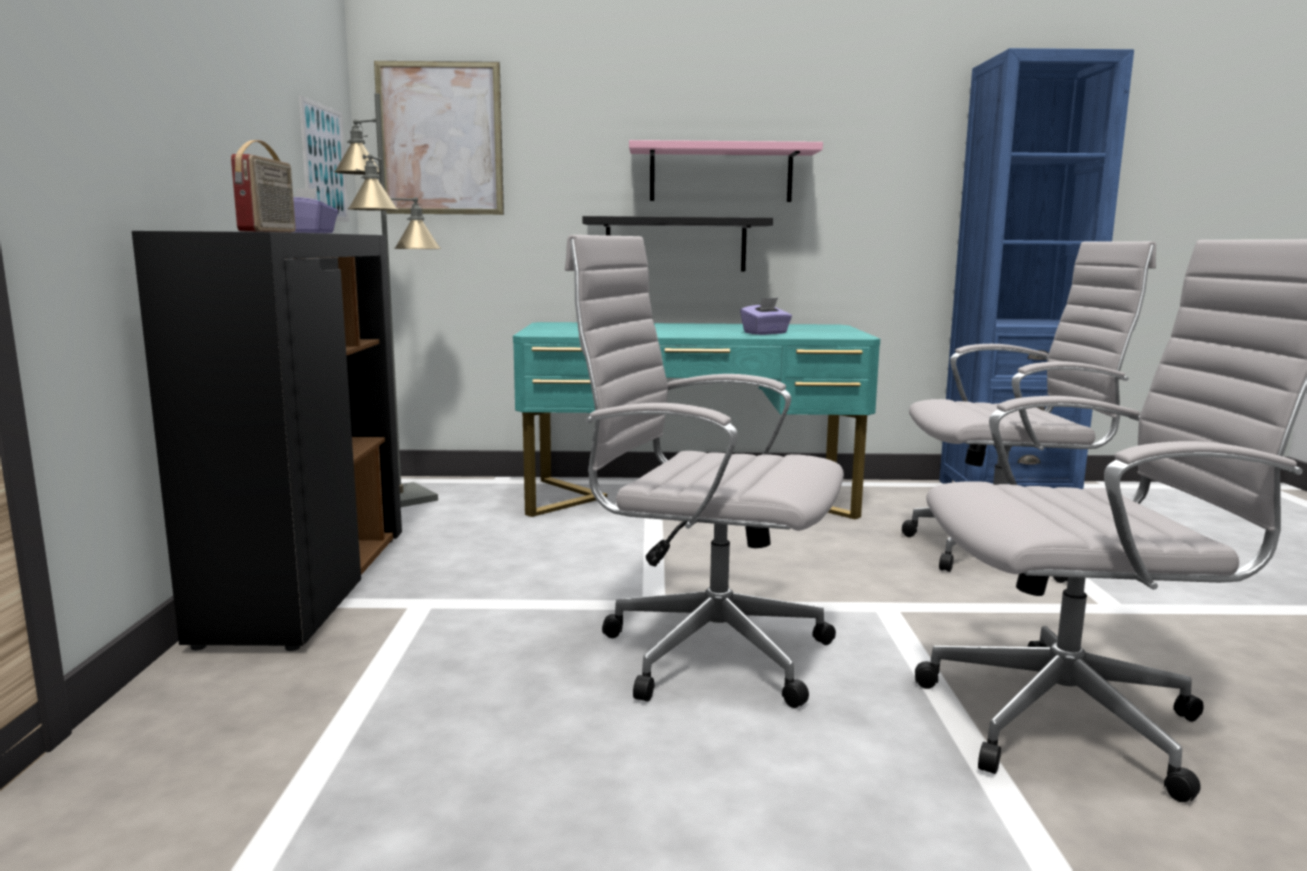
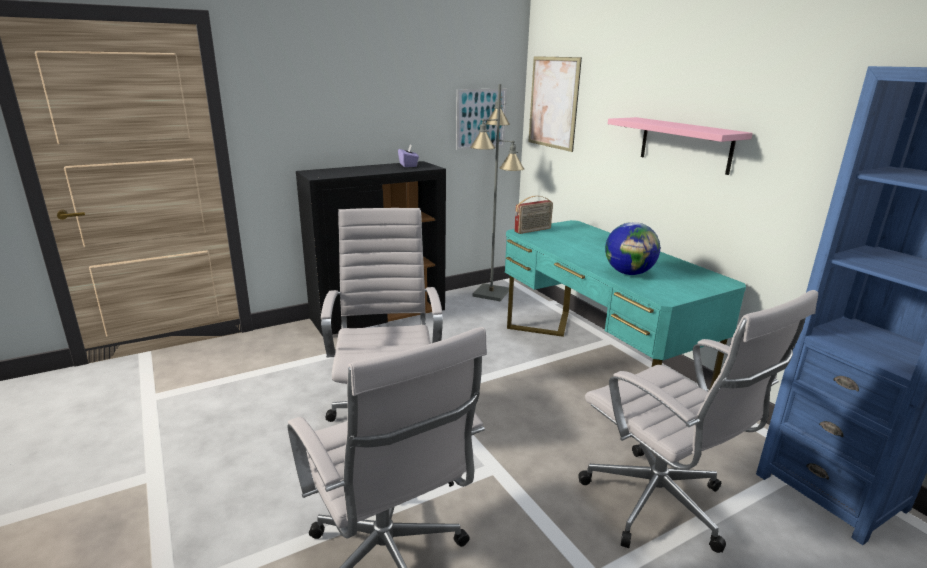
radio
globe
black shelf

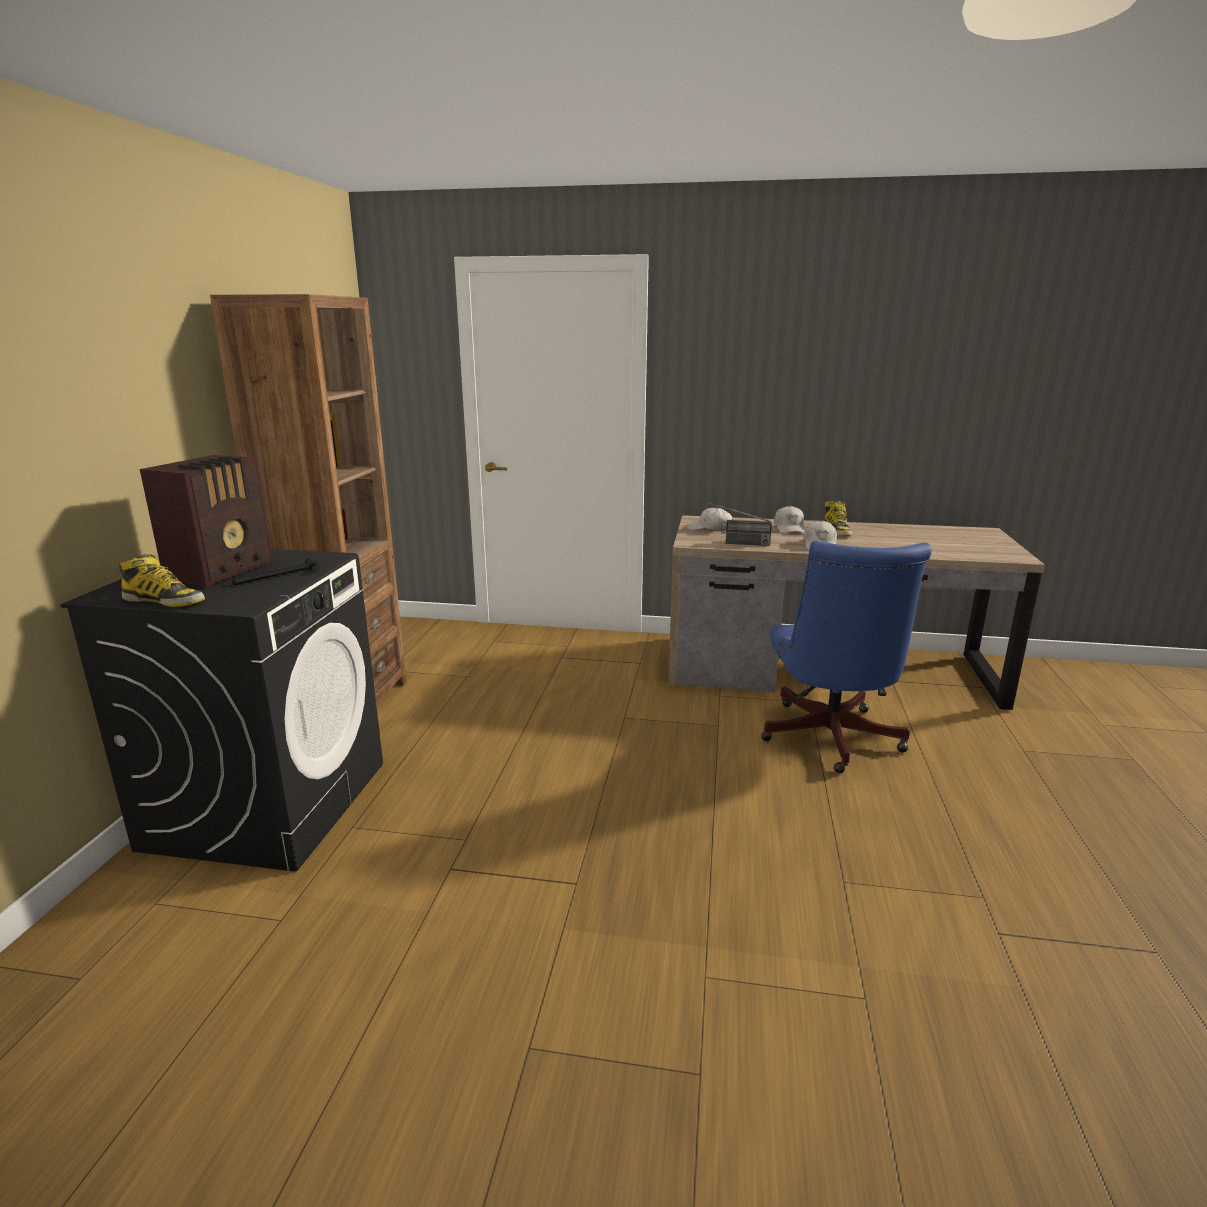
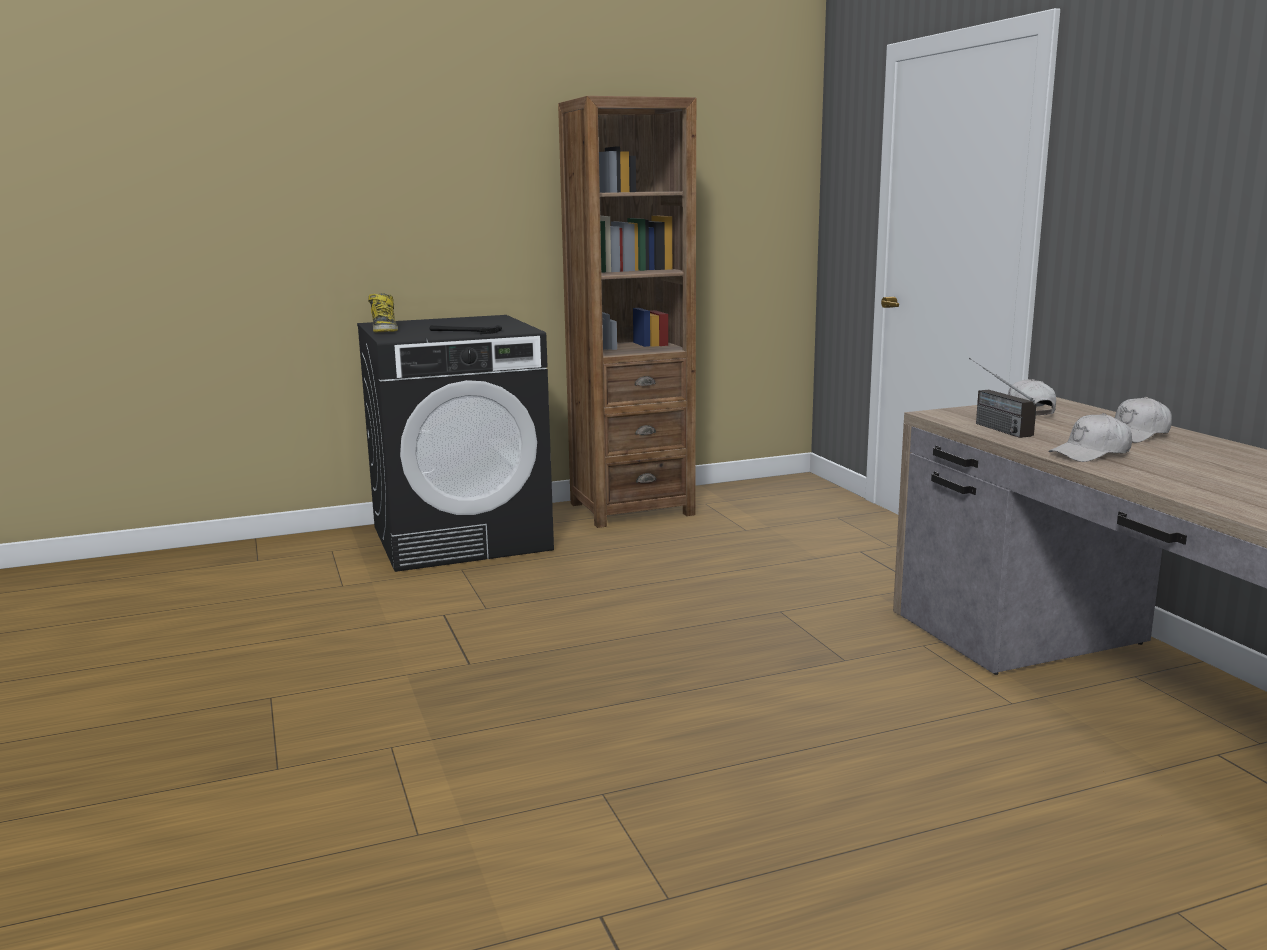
radio (1st from left in the first image)
blue office chair
boot (2nd from left in the first image)

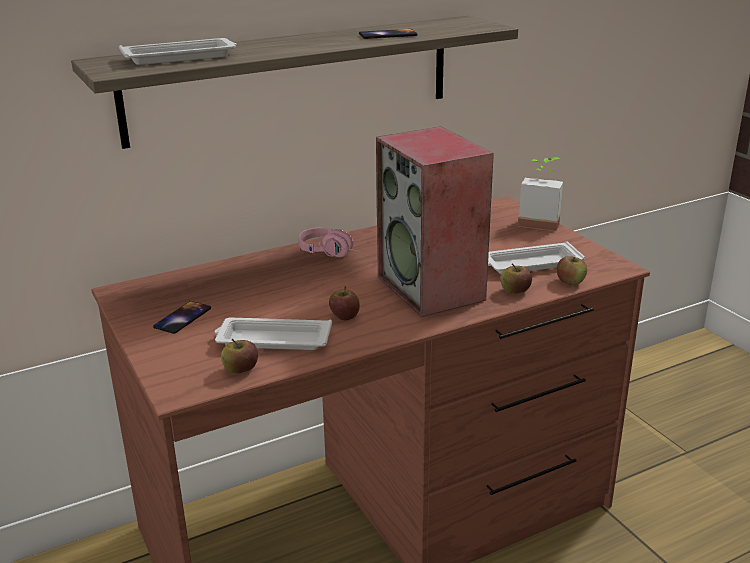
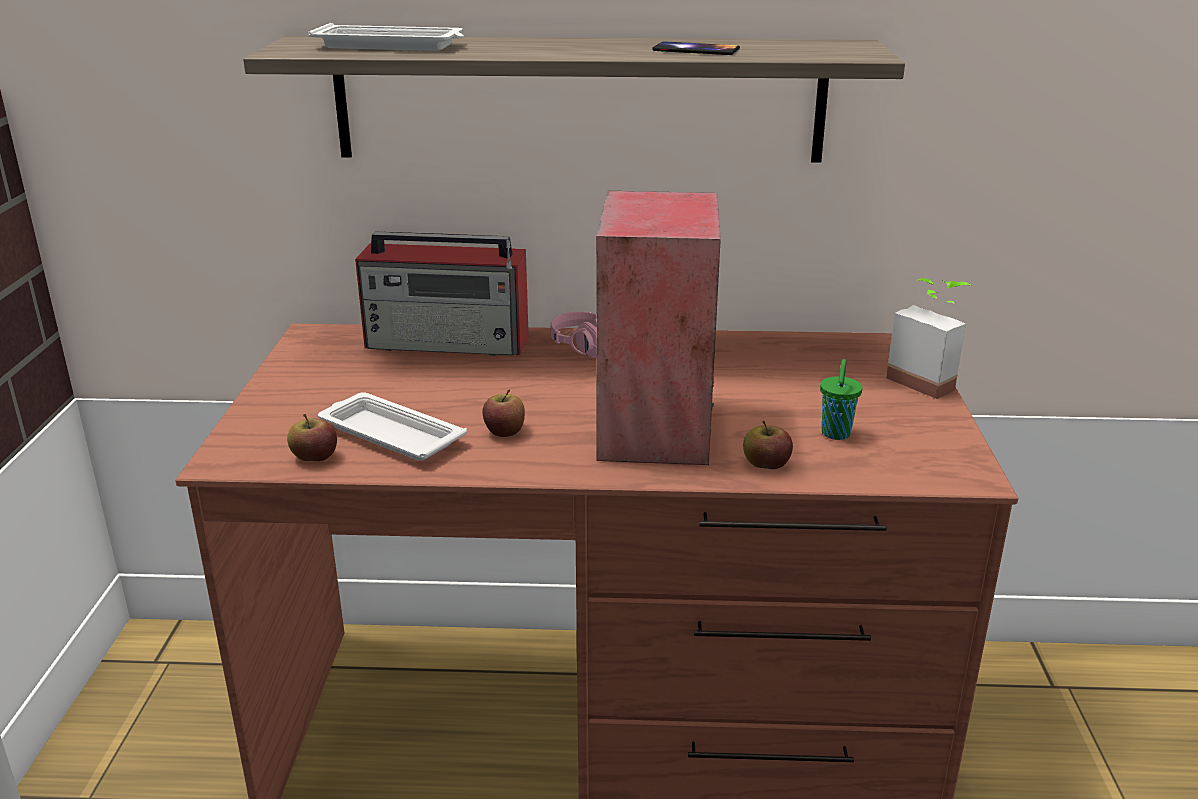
radio
green cup
phone (1st from left in the first image)
apple (4th from left in the first image)

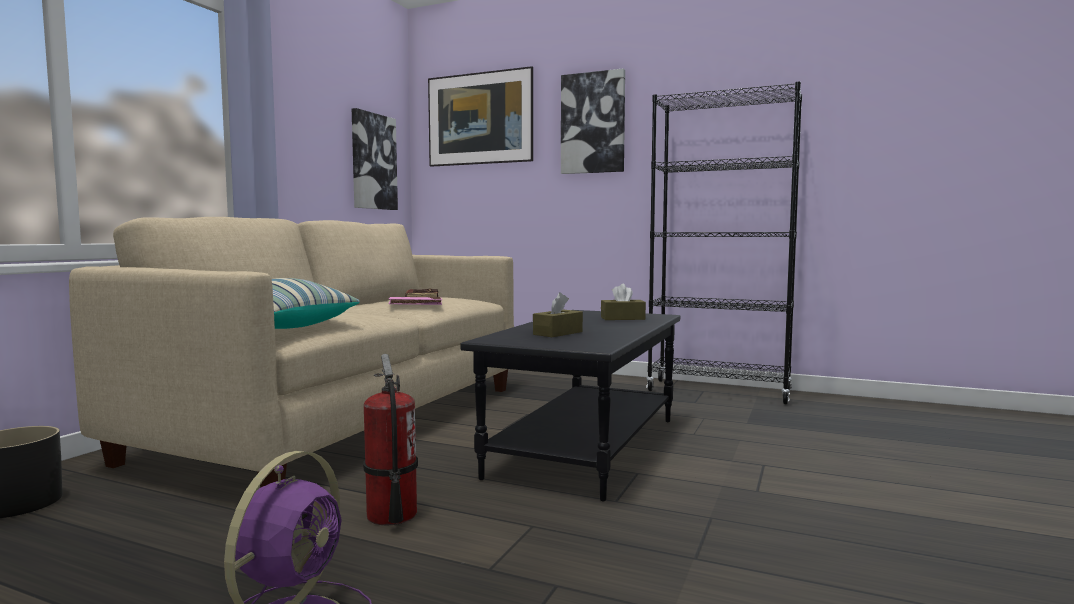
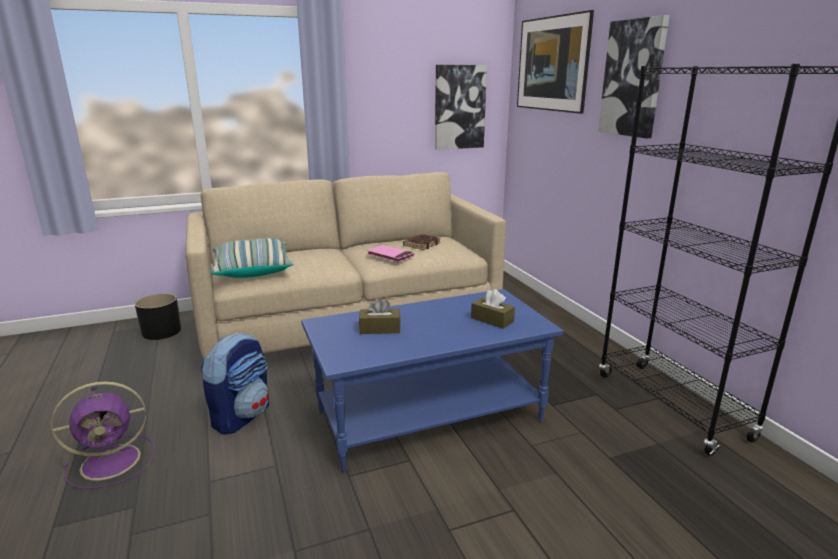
backpack
blue coffee table

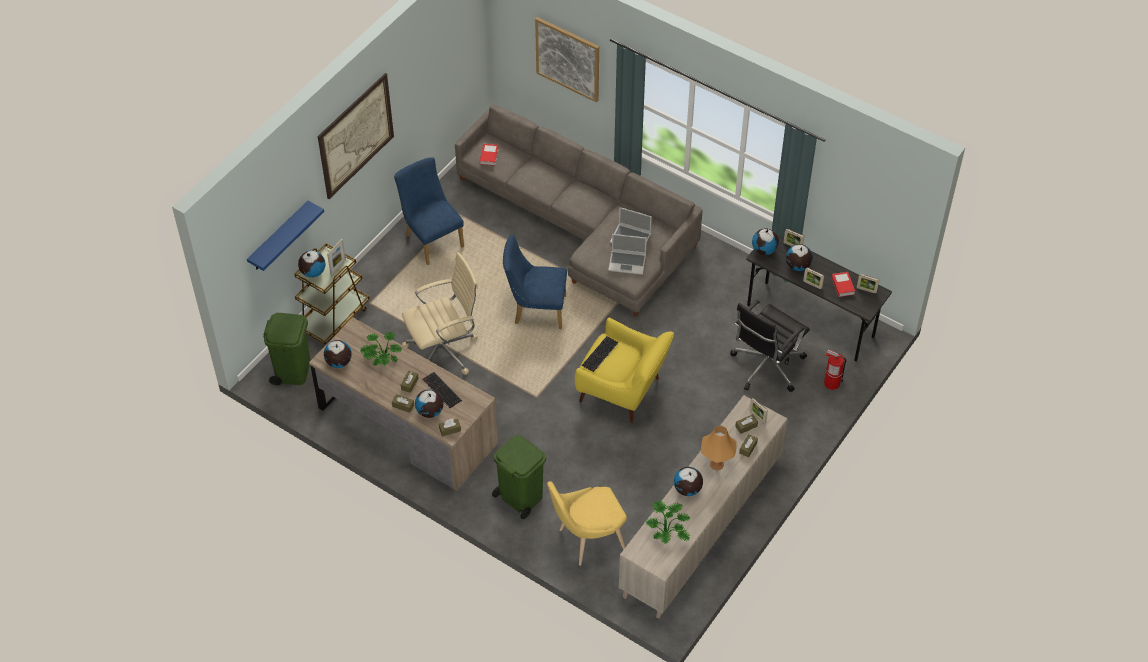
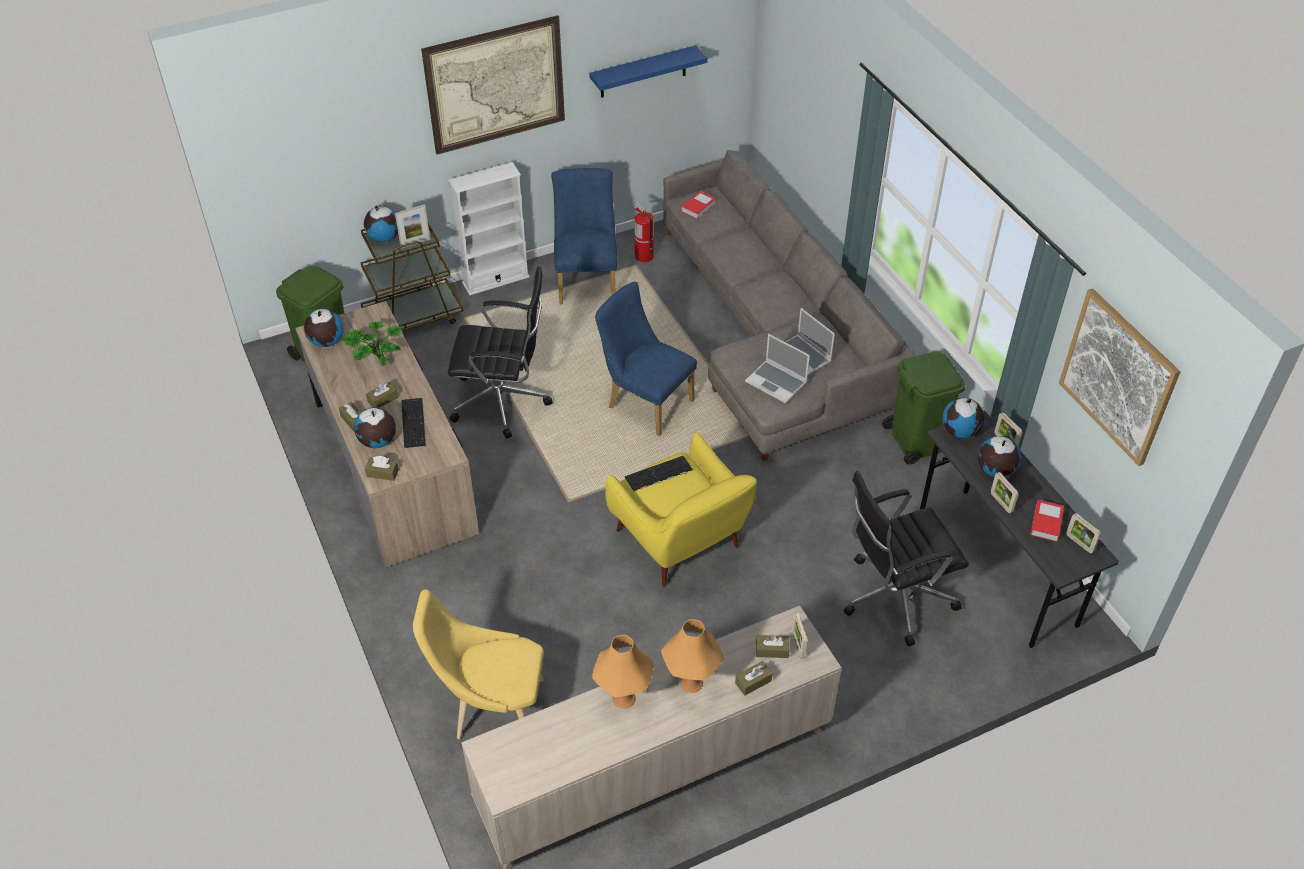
white bookcase
black office chair (1st from left)
blue shelf
orange table lamp (1st from left)
fire extinguisher
green trash can (2nd from left)
picture (2nd from left)
potted plant (2nd from left in the first image)

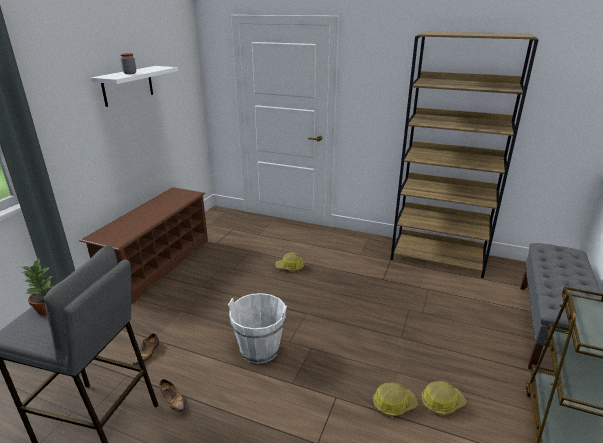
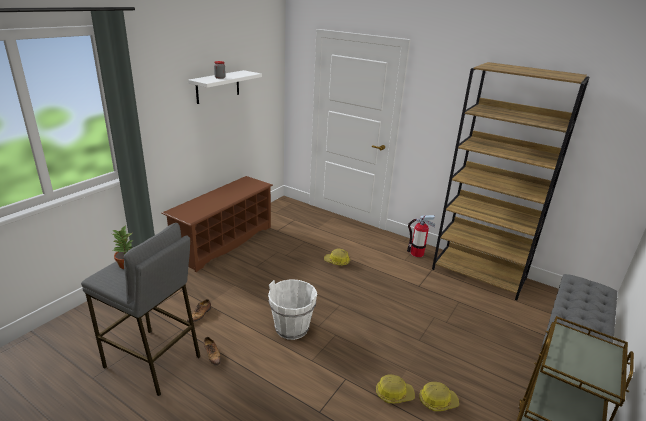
fire extinguisher

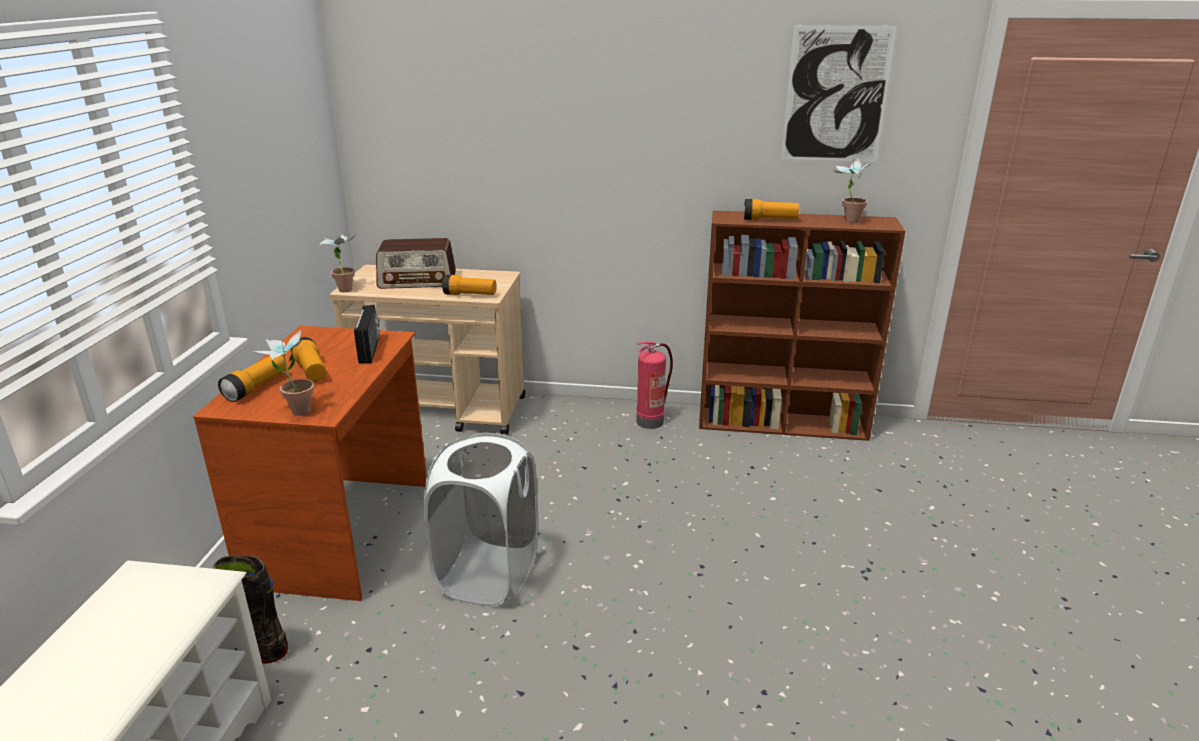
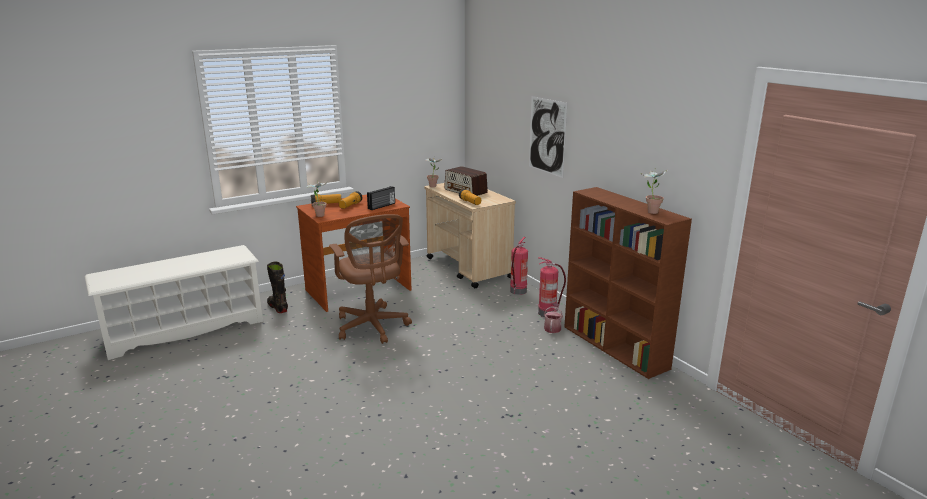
brown office chair
fire extinguisher (1st from left)
picture
watering can
flashlight (4th from left in the first image)

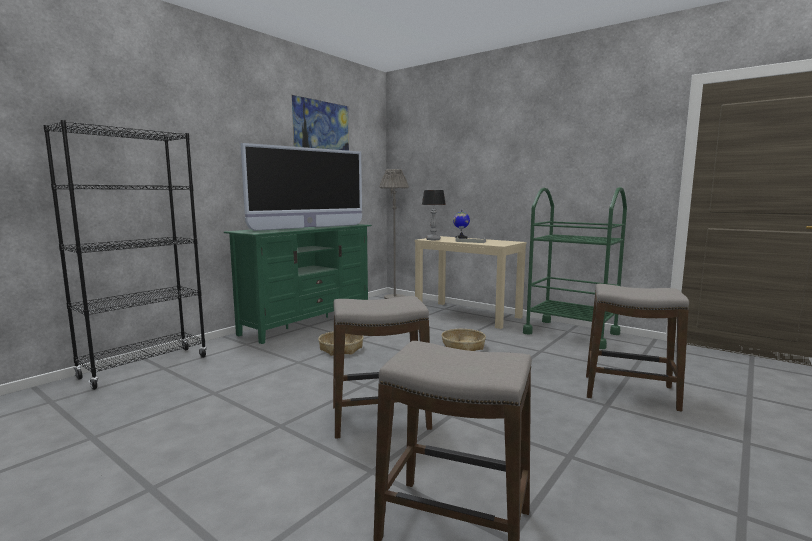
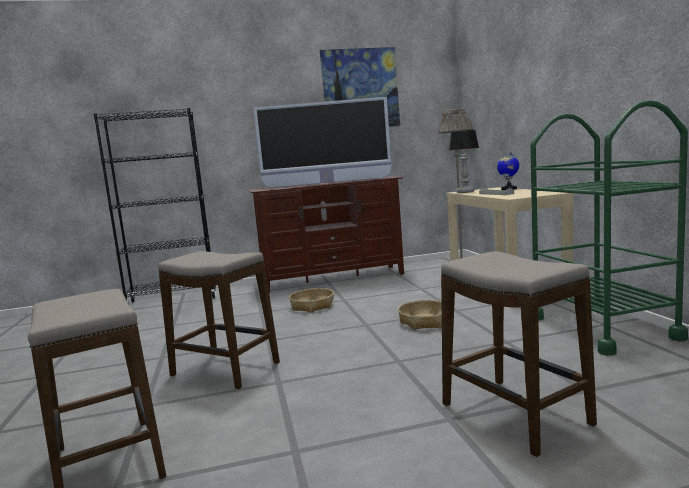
brown tv stand

